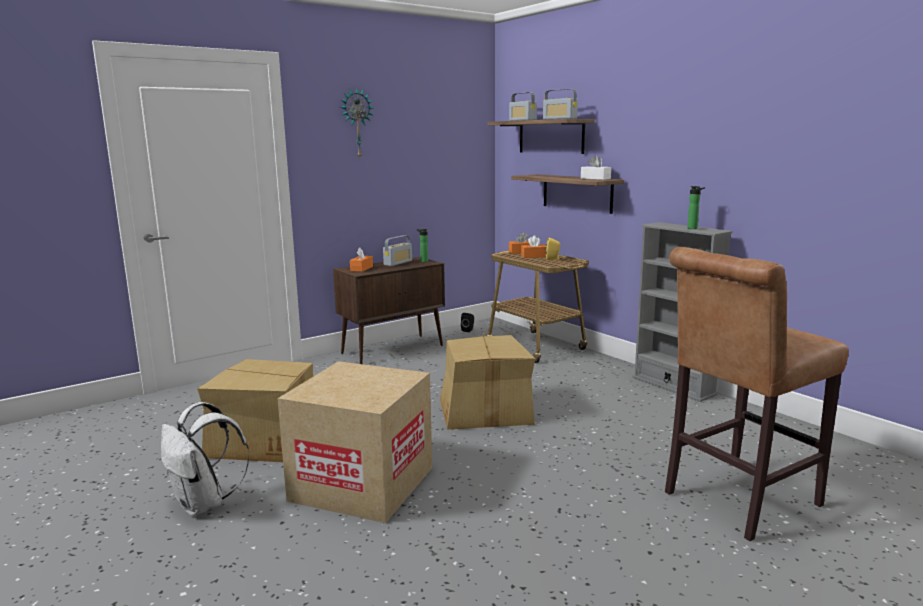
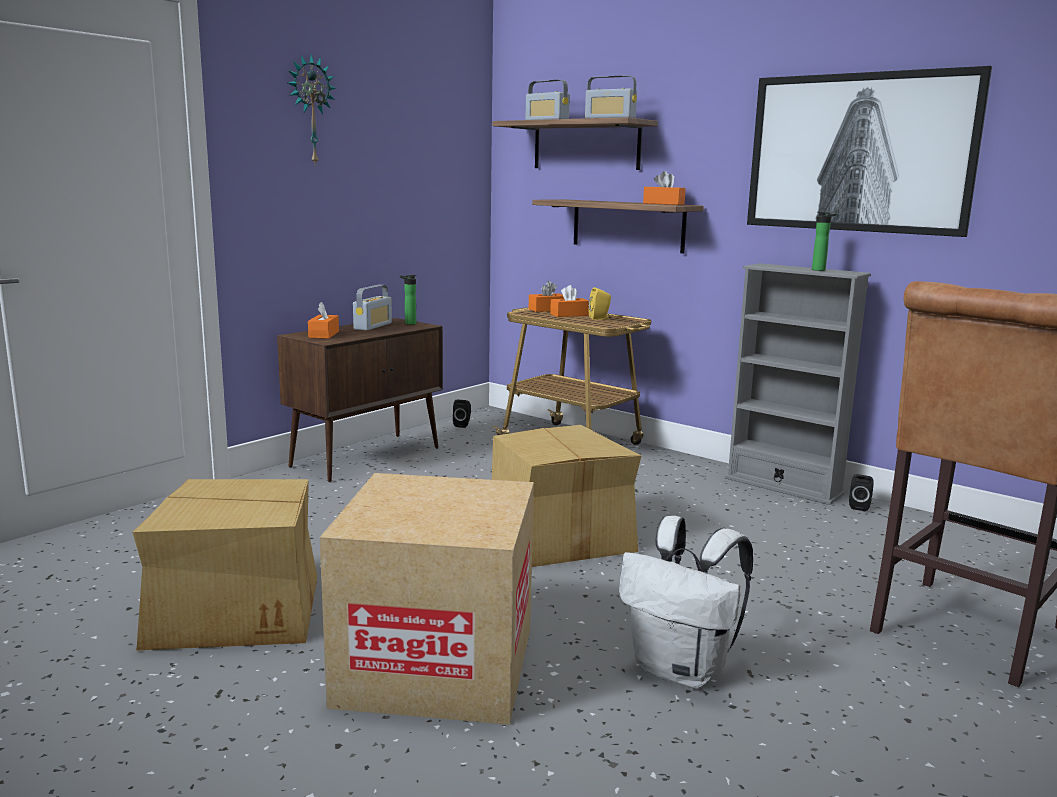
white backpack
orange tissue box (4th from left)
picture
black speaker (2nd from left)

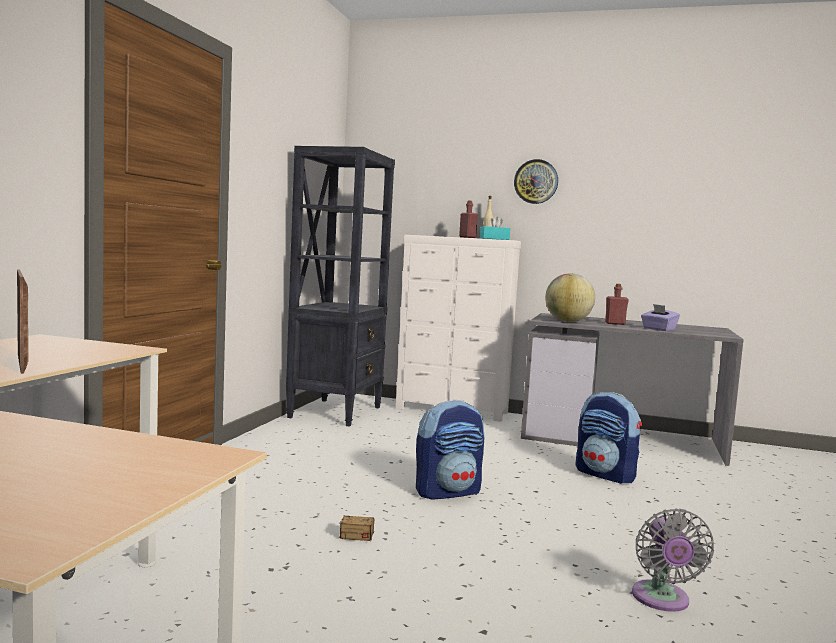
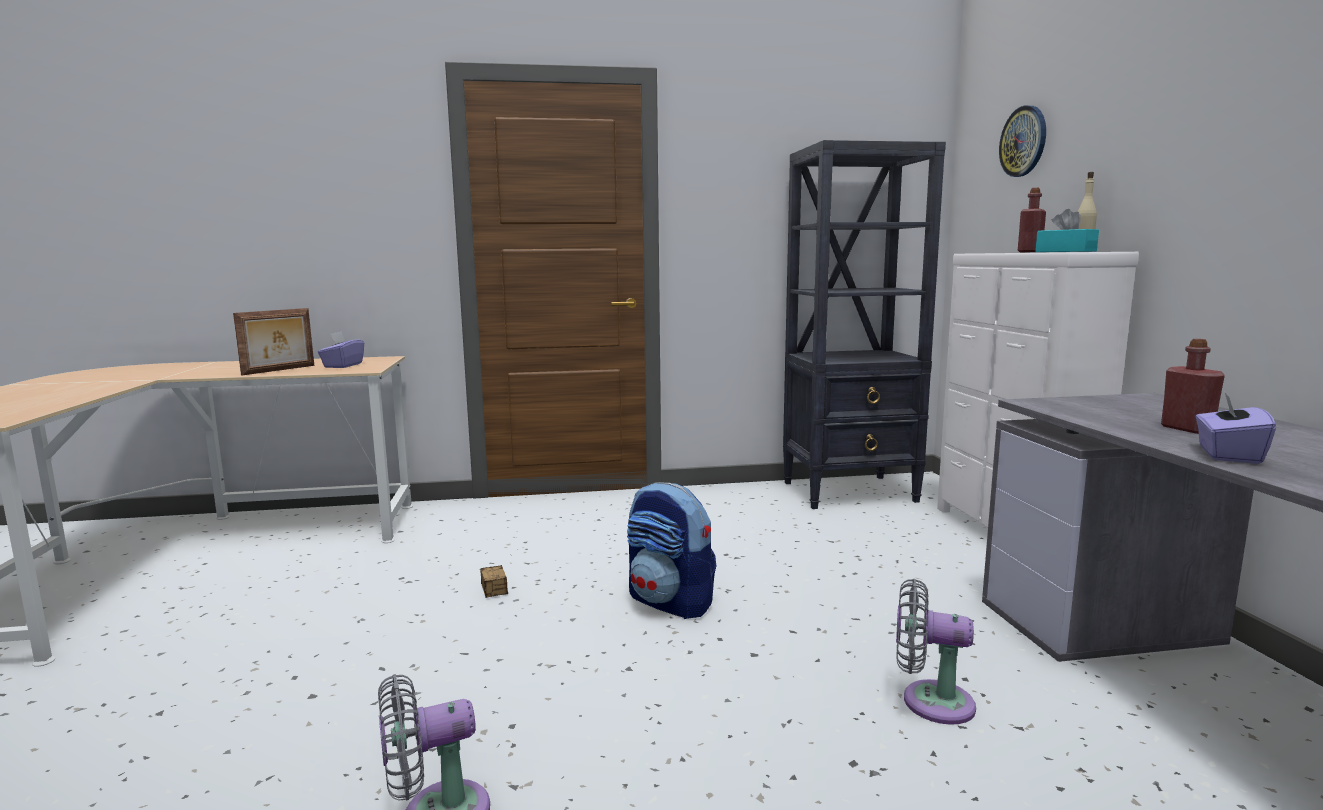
purple tissue box (1st from left)
grey fan (2nd from left)
wall clock
globe

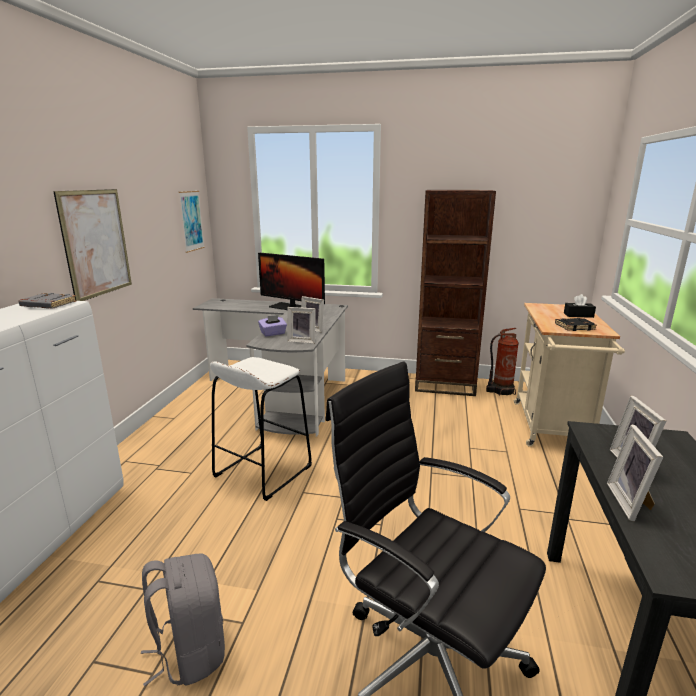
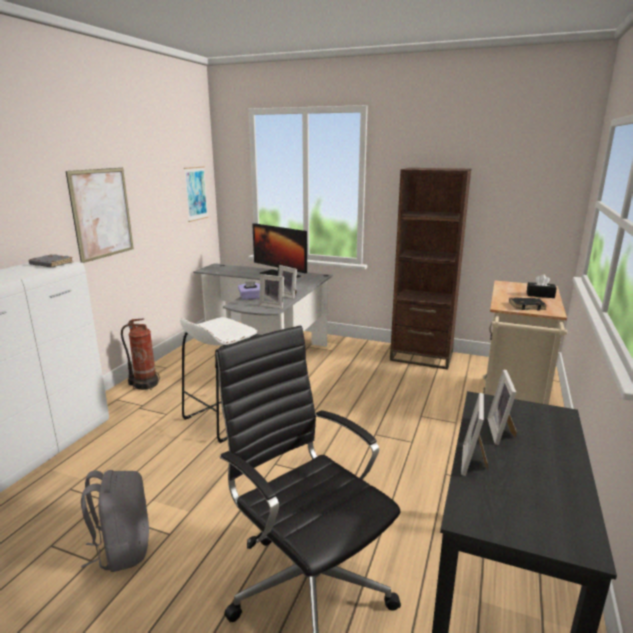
fire extinguisher

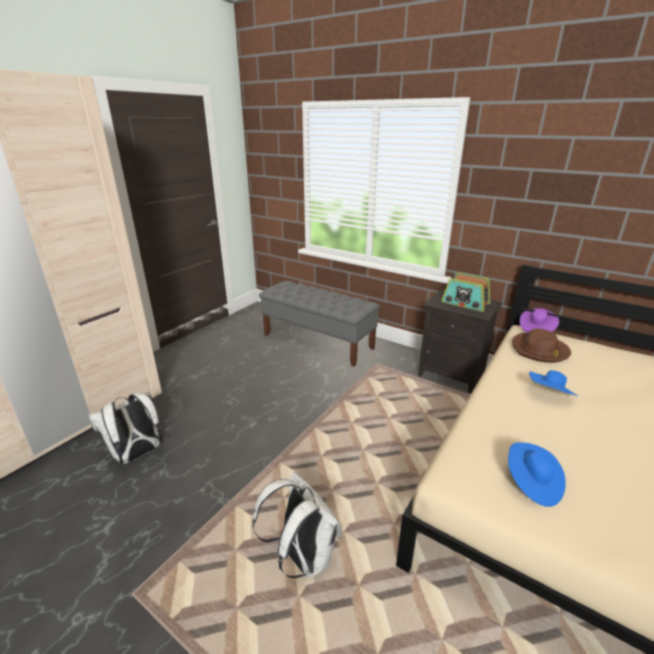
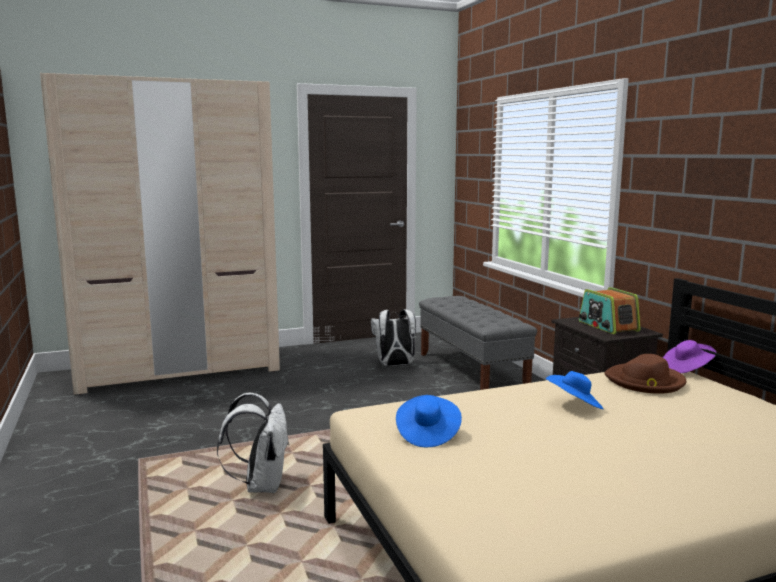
white backpack (2nd from left)

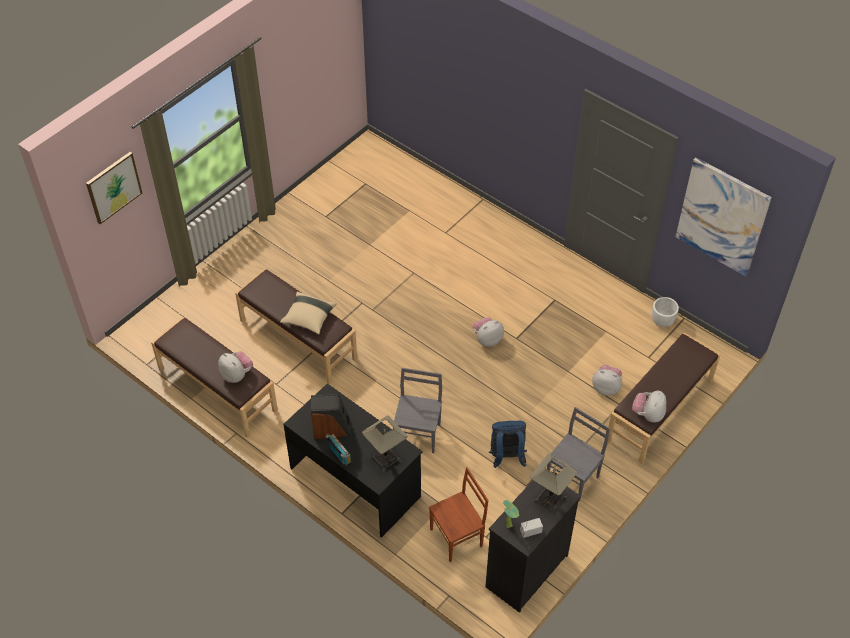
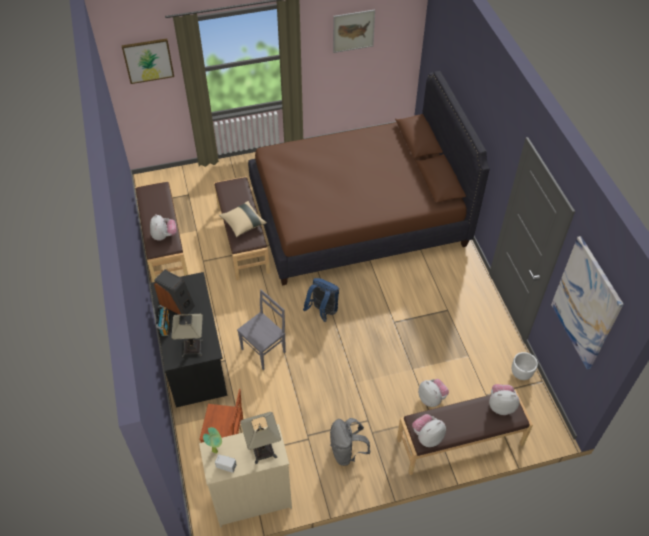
beige dresser
brown bed
blue backpack
grey backpack
picture (2nd from left)
plush toy (4th from left)

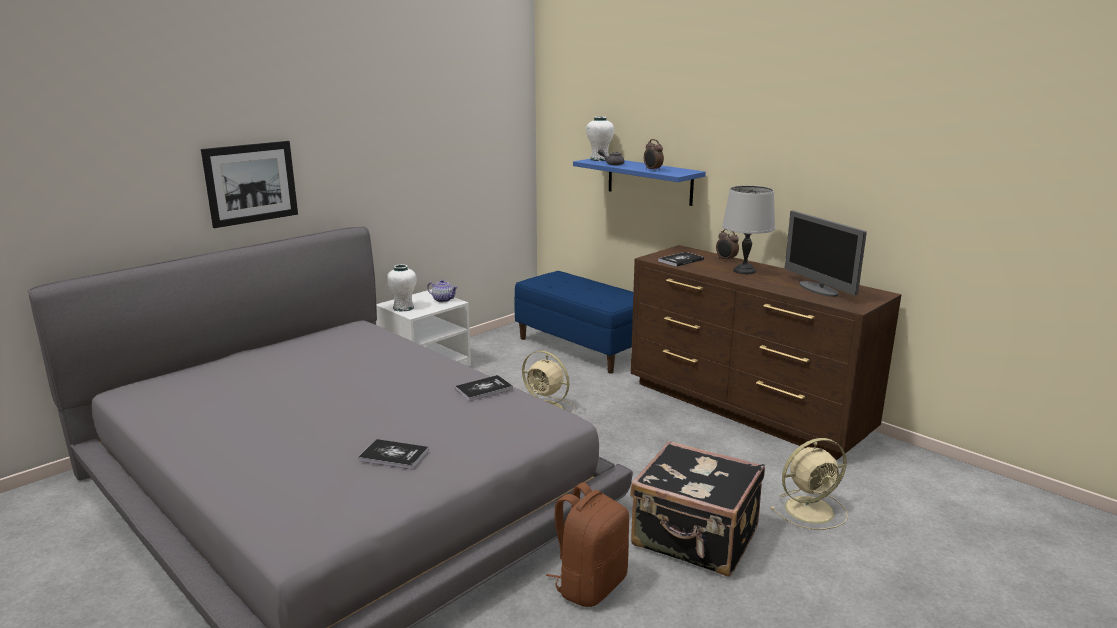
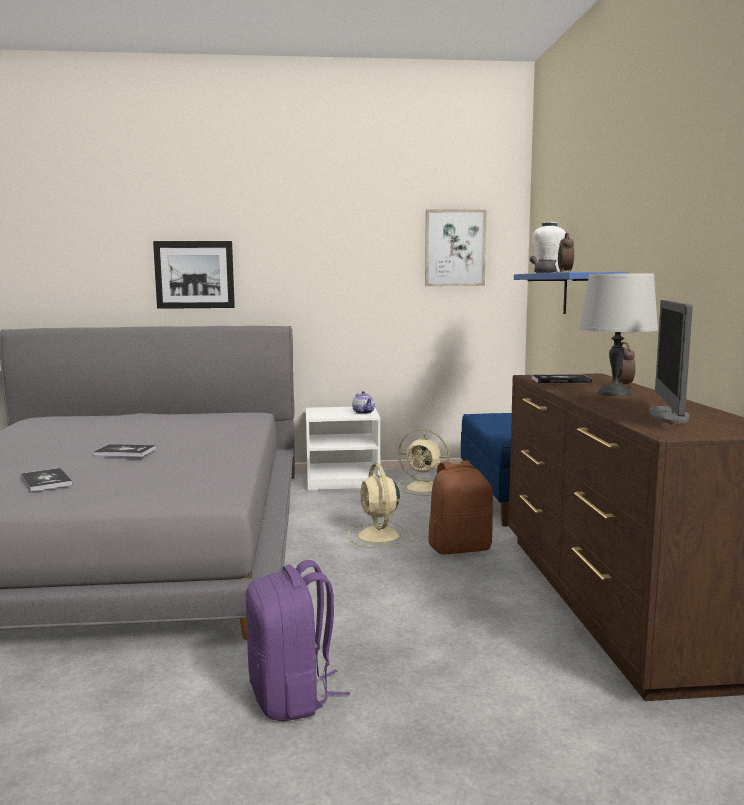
book (2nd from left)
purple backpack
beige fan (2nd from left)
picture (2nd from left)
brown backpack
white vase (1st from left in the first image)

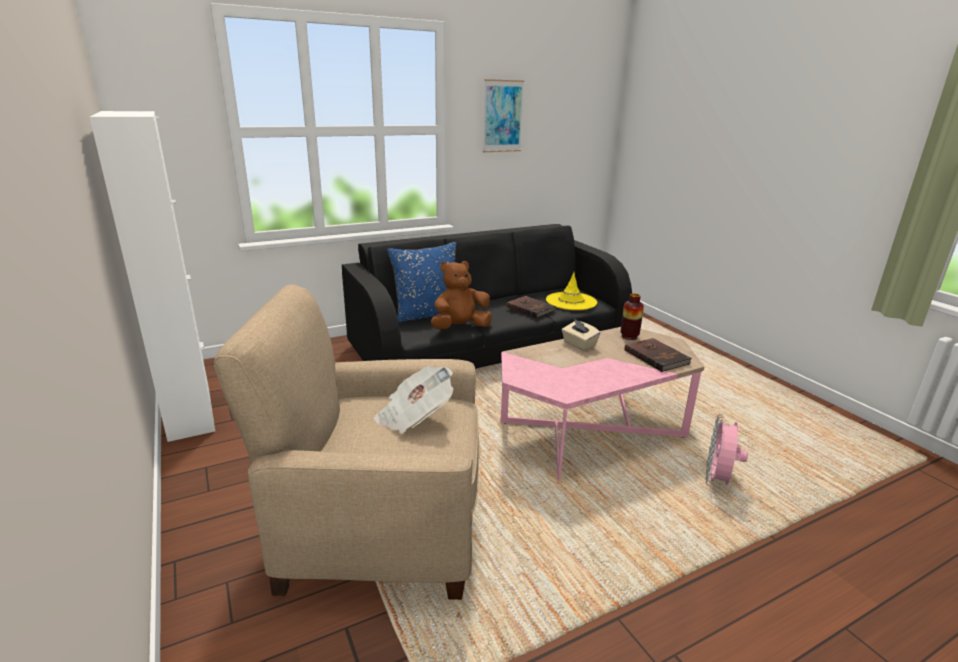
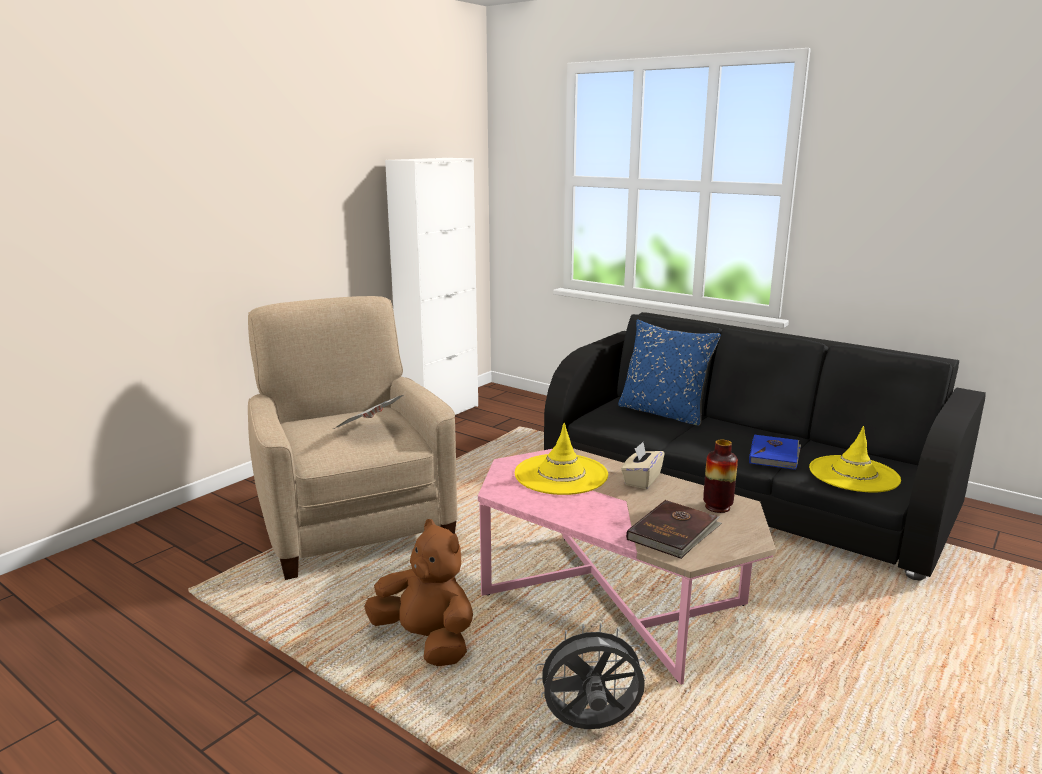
brown plush toy
yellow hat (1st from left)
grey fan
blue book
picture

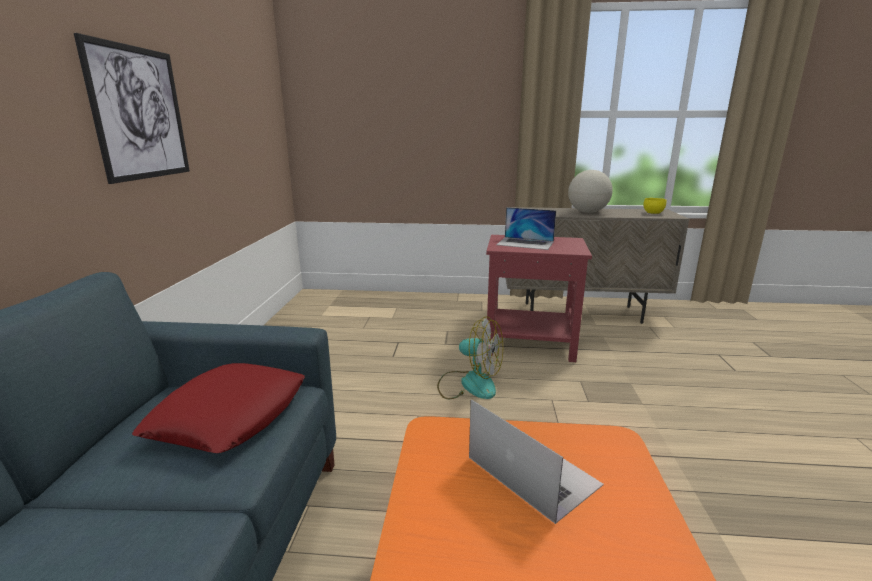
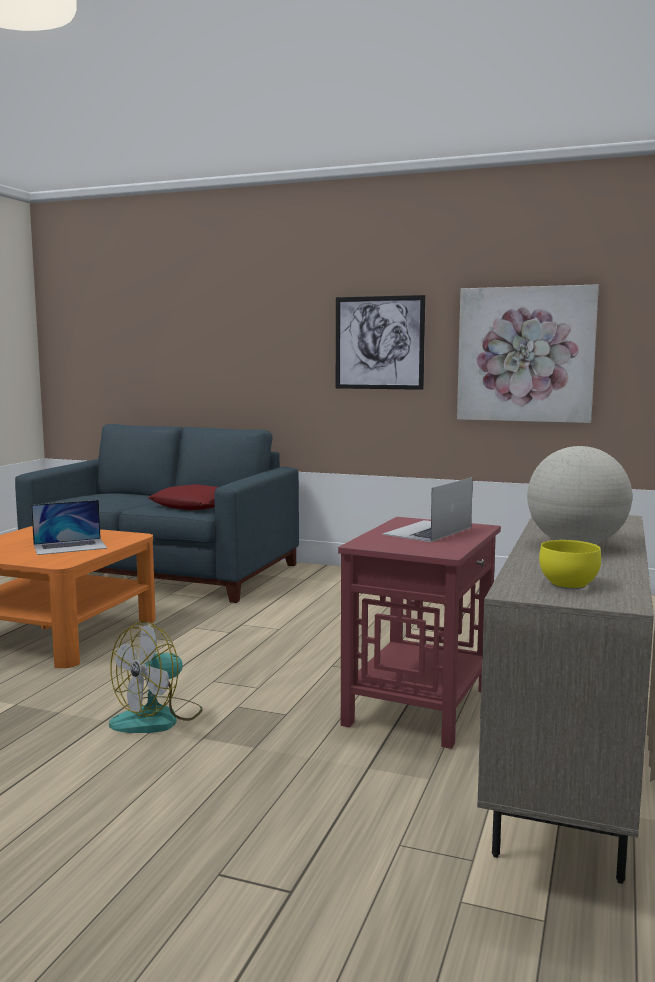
fan
picture (2nd from left)

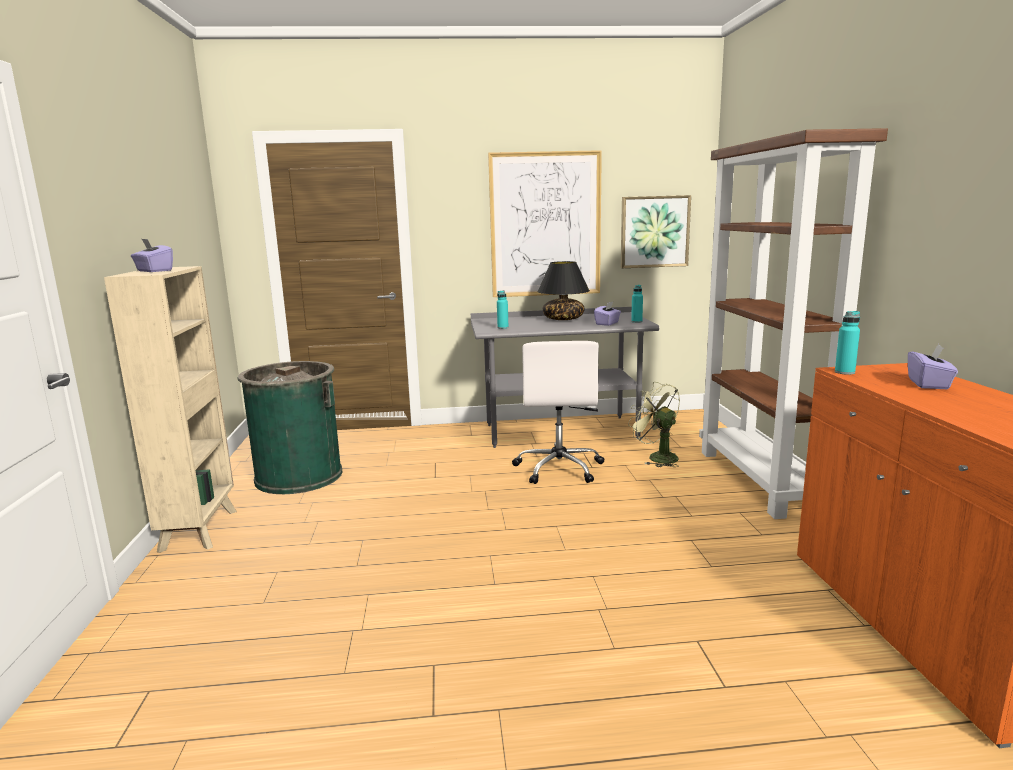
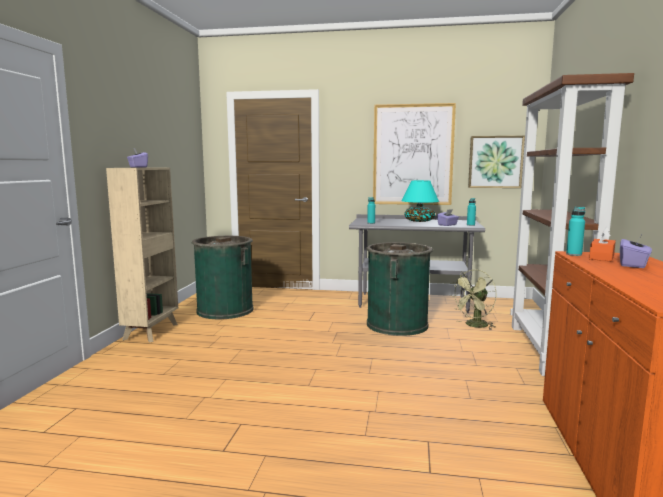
green trash can (2nd from left)
turquoise table lamp
green fan
orange tissue box

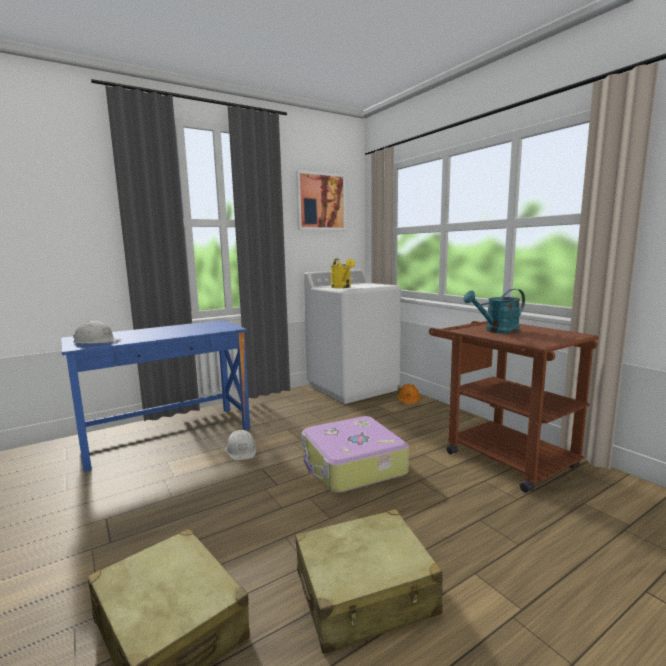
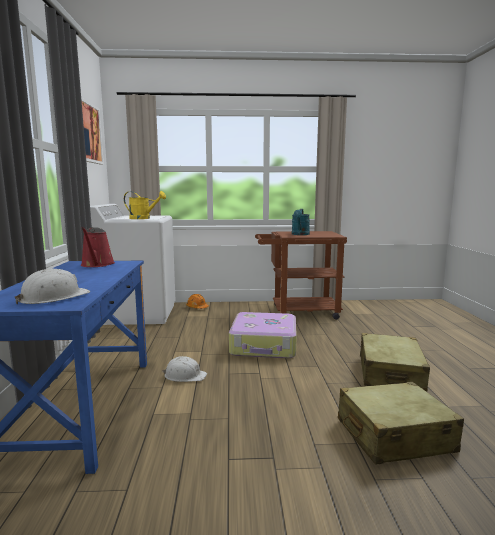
red watering can

